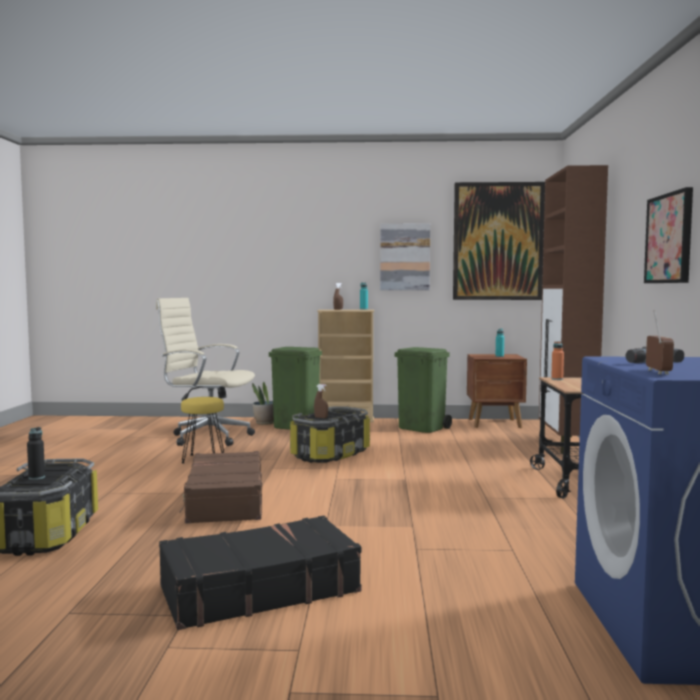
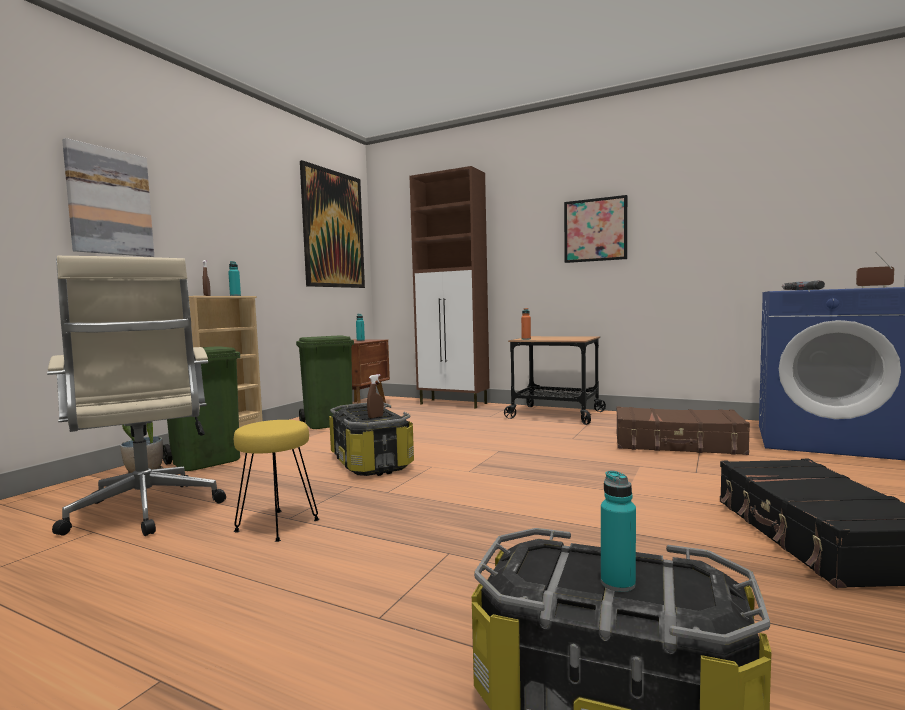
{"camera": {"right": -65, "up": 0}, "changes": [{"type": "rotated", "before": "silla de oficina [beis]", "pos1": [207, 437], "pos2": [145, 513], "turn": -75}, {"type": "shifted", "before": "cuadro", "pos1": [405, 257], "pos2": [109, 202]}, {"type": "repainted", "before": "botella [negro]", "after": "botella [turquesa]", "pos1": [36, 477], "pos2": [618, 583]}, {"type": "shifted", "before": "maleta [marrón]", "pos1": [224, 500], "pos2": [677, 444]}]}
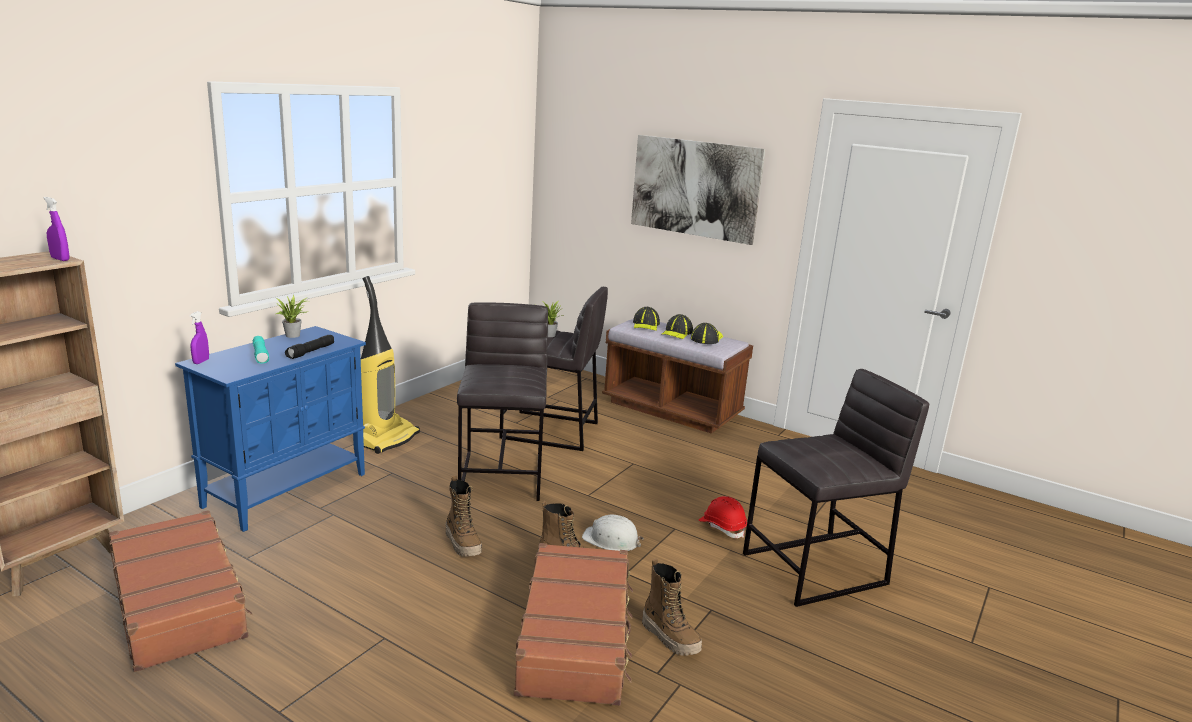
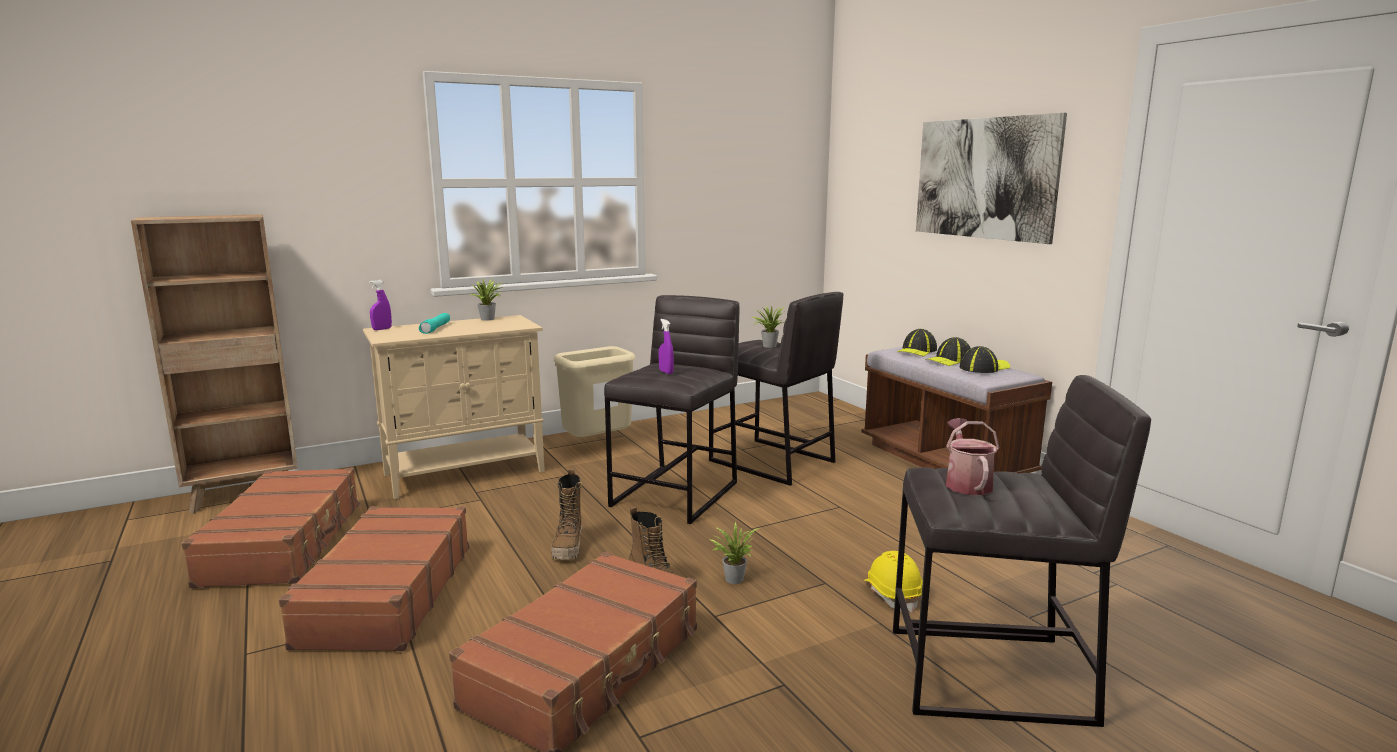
{"camera": {"right": 30, "up": -5}, "changes": [{"type": "new", "after": "maleta [marrón]", "pos2": [386, 595]}, {"type": "repainted", "before": "armario [azul]", "after": "armario [beis]", "pos1": [287, 489], "pos2": [466, 473]}, {"type": "swapped", "before": "aspiradora", "after": "papelera [beis]", "pos1": [387, 438], "pos2": [597, 446]}, {"type": "shifted", "before": "pulverizador [morado]", "pos1": [60, 259], "pos2": [666, 372]}, {"type": "swapped", "before": "casco [blanco]", "after": "planta en maceta", "pos1": [611, 540], "pos2": [732, 578]}, {"type": "repainted", "before": "casco [rojo]", "after": "casco [amarillo]", "pos1": [722, 527], "pos2": [892, 594]}, {"type": "new", "after": "regadera", "pos2": [966, 483]}, {"type": "gone", "before": "linterna [negro]", "pos1": [311, 352]}, {"type": "gone", "before": "bota", "pos1": [670, 637]}]}
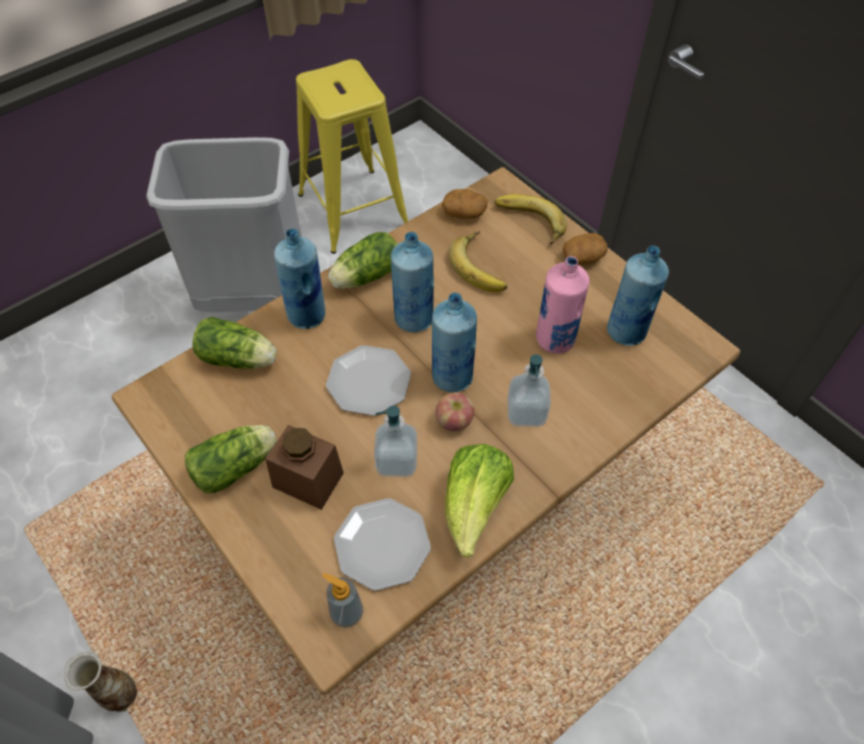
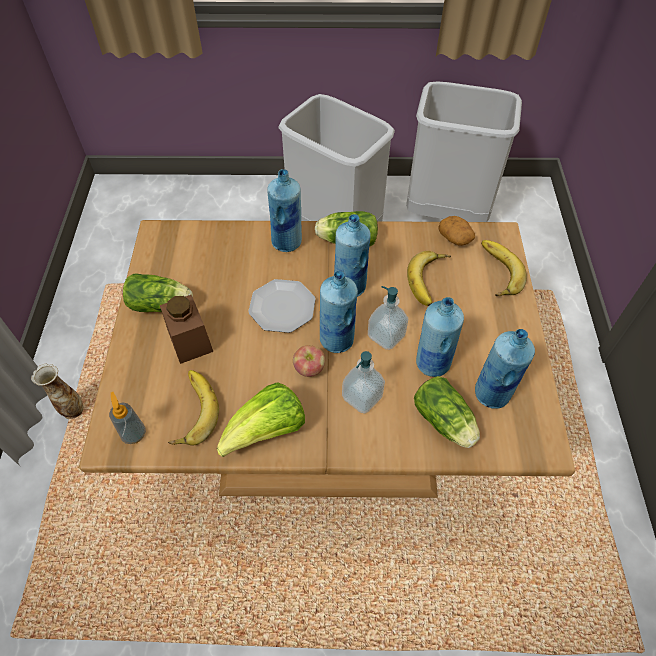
{"camera": {"right": 40, "up": 0}, "changes": [{"type": "swapped", "before": "plato", "after": "plátano", "pos1": [381, 545], "pos2": [190, 410]}, {"type": "shifted", "before": "dispensador de jabón", "pos1": [396, 461], "pos2": [386, 336]}, {"type": "swapped", "before": "taburete [amarillo]", "after": "papelera [gris]", "pos1": [353, 210], "pos2": [447, 213]}, {"type": "shifted", "before": "lechuga", "pos1": [240, 359], "pos2": [445, 423]}, {"type": "repainted", "before": "botella [rosa]", "after": "botella [azul]", "pos1": [554, 340], "pos2": [432, 363]}, {"type": "gone", "before": "patata", "pos1": [583, 258]}]}
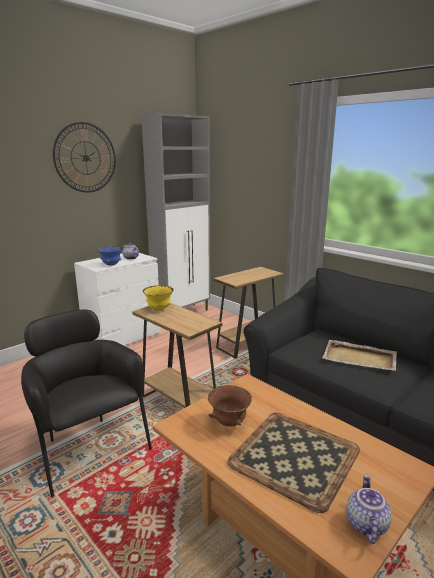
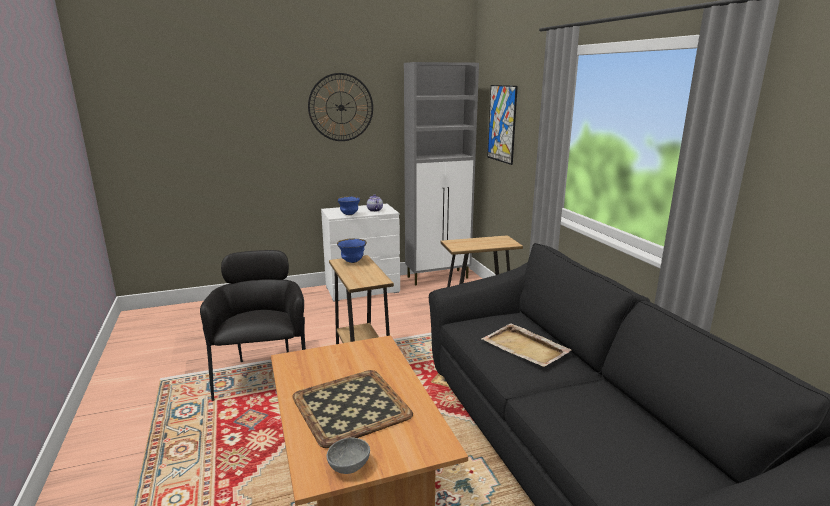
{"camera": {"right": 25, "up": 0}, "changes": [{"type": "swapped", "before": "tetera", "after": "cuenco [gris]", "pos1": [365, 524], "pos2": [348, 466]}, {"type": "repainted", "before": "cuenco [amarillo]", "after": "cuenco [azul]", "pos1": [159, 309], "pos2": [352, 262]}, {"type": "new", "after": "cuadro", "pos2": [502, 124]}, {"type": "gone", "before": "cuenco [marrón]", "pos1": [229, 423]}]}
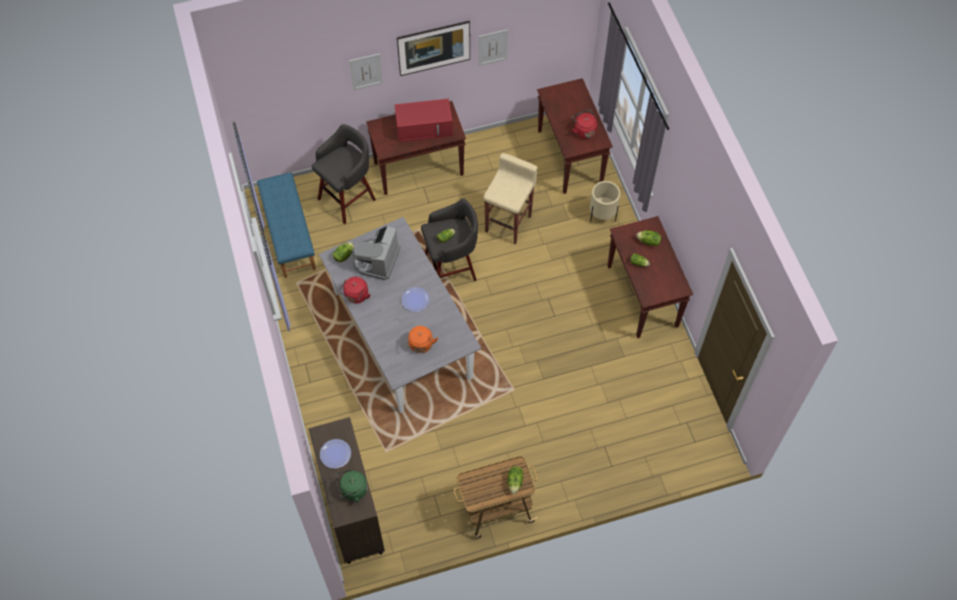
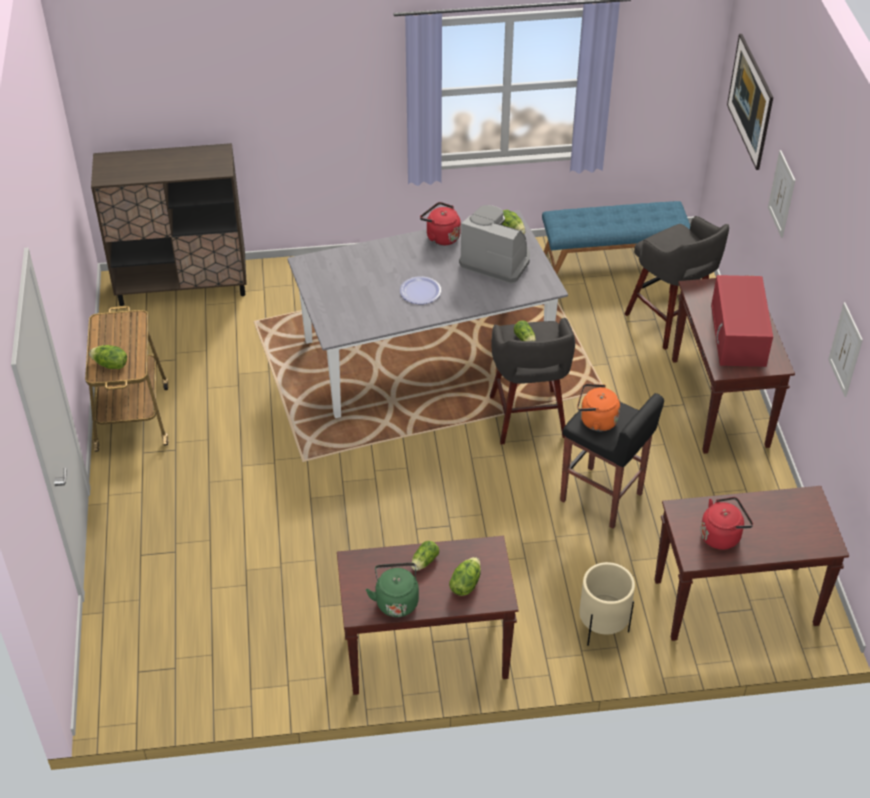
{"camera": {"right": 100, "up": -15}, "changes": [{"type": "shifted", "before": "hervidor [verde]", "pos1": [352, 490], "pos2": [396, 600]}, {"type": "repainted", "before": "taburete [beis]", "after": "taburete [negro]", "pos1": [509, 223], "pos2": [601, 498]}, {"type": "shifted", "before": "hervidor [naranja]", "pos1": [421, 345], "pos2": [596, 420]}, {"type": "shifted", "before": "cuadro", "pos1": [434, 57], "pos2": [747, 119]}, {"type": "gone", "before": "plato", "pos1": [335, 454]}]}
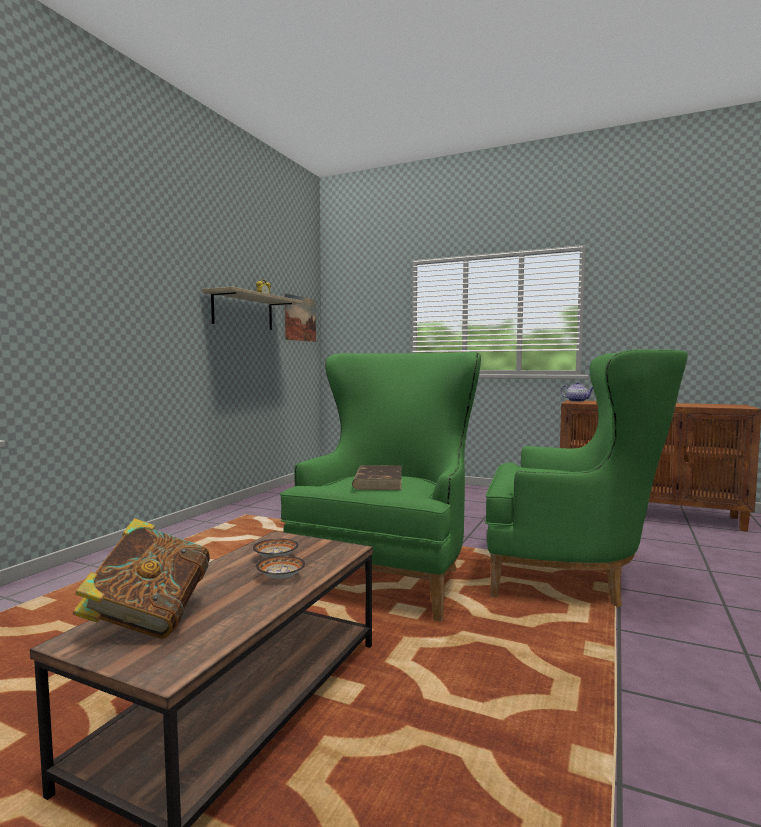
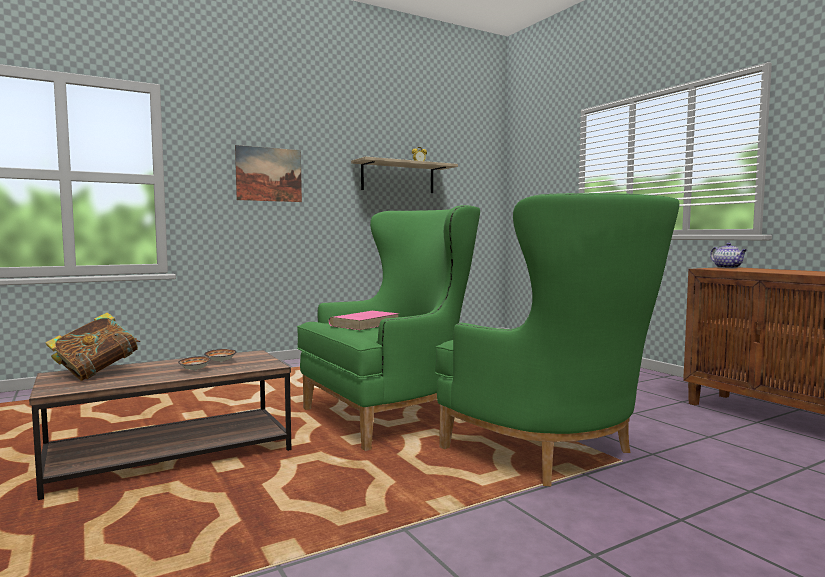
{"camera": {"right": 35, "up": 0}, "changes": [{"type": "shifted", "before": "cuadro", "pos1": [300, 318], "pos2": [269, 174]}, {"type": "repainted", "before": "libro [marrón]", "after": "libro [rosa]", "pos1": [378, 481], "pos2": [365, 324]}]}
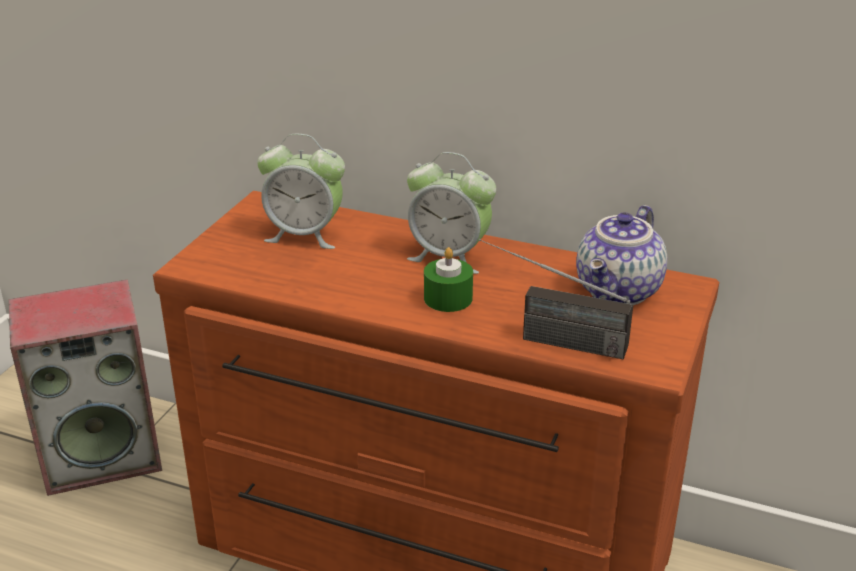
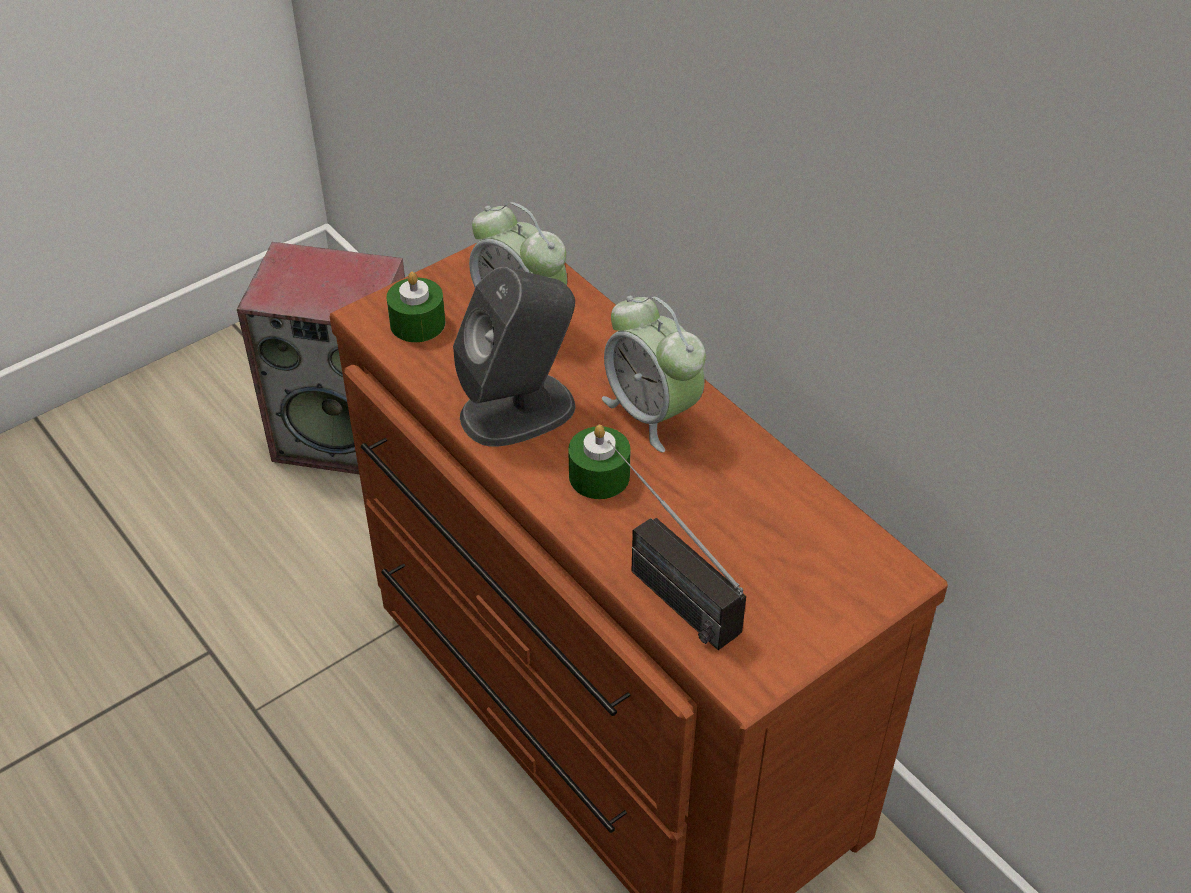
{"camera": {"right": 30, "up": 15}, "changes": [{"type": "new", "after": "vela [verde]", "pos2": [417, 323]}, {"type": "new", "after": "altavoz [gris]", "pos2": [519, 410]}, {"type": "gone", "before": "tetera", "pos1": [620, 292]}]}
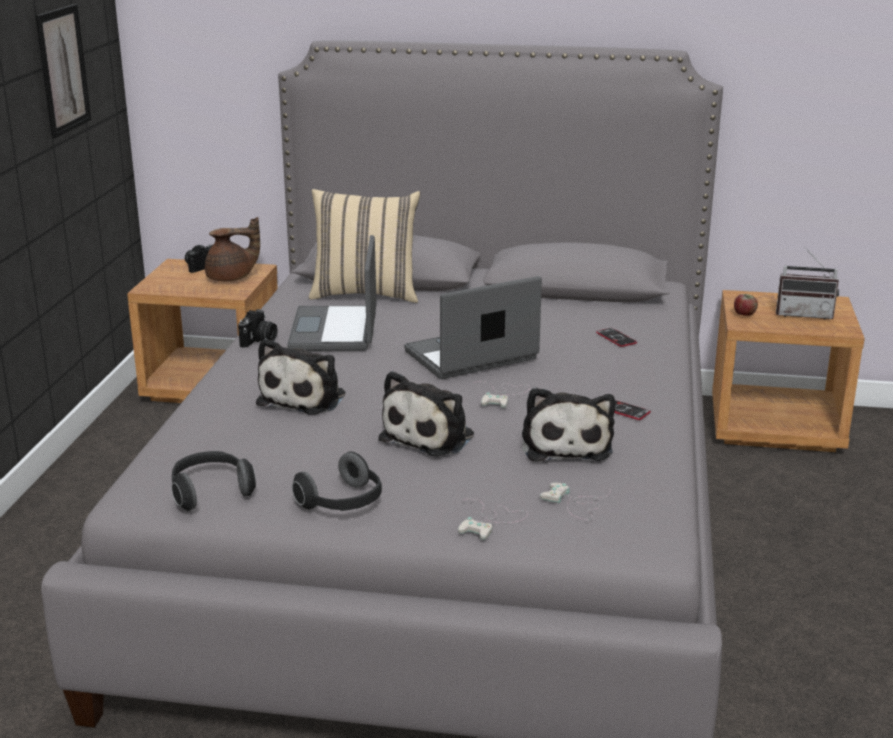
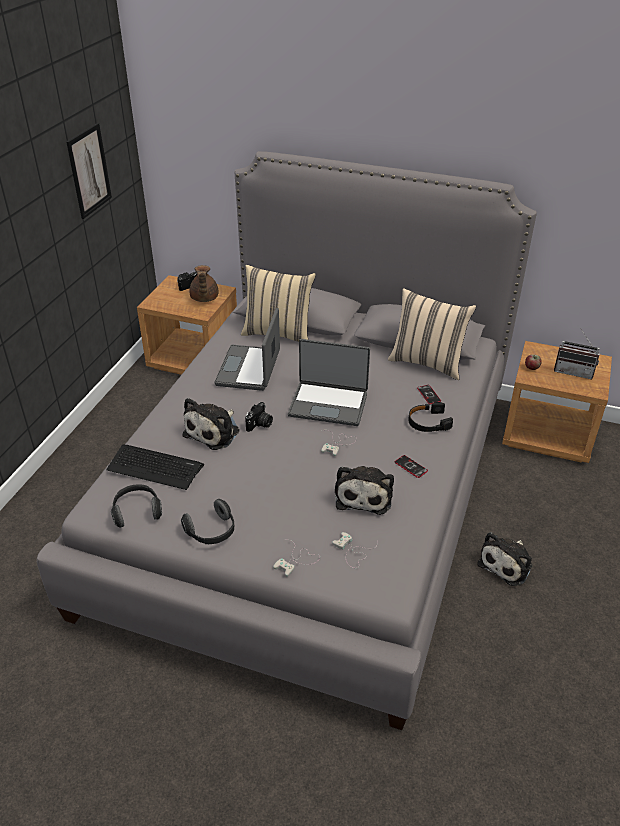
{"camera": {"right": 10, "up": 15}, "changes": [{"type": "new", "after": "teclado", "pos2": [155, 467]}, {"type": "rotated", "before": "tetera [marrón]", "pos1": [231, 278], "pos2": [204, 298], "turn": 90}, {"type": "shifted", "before": "cámara", "pos1": [259, 340], "pos2": [260, 424]}, {"type": "rotated", "before": "portátil", "pos1": [472, 356], "pos2": [328, 404], "turn": -150}, {"type": "new", "after": "cojín [beis]", "pos2": [427, 362]}, {"type": "new", "after": "auriculares [negro]", "pos2": [428, 422]}, {"type": "shifted", "before": "peluche", "pos1": [431, 436], "pos2": [507, 564]}]}
